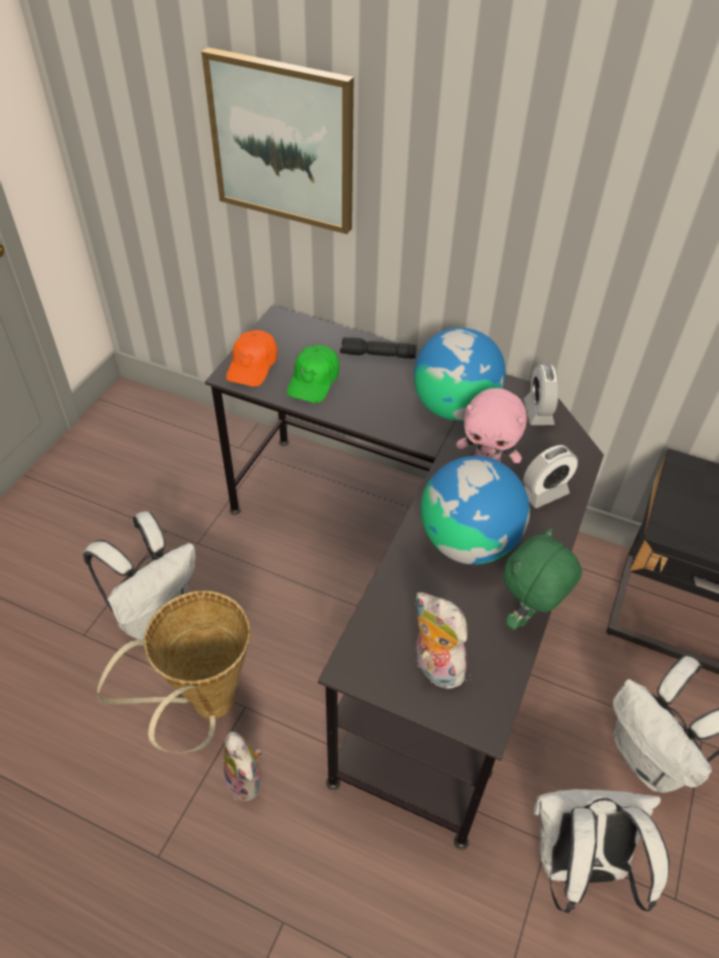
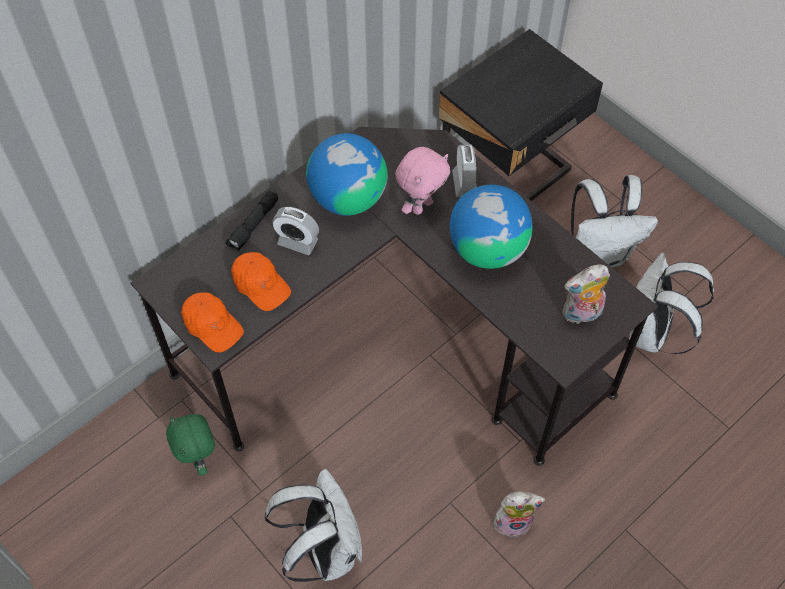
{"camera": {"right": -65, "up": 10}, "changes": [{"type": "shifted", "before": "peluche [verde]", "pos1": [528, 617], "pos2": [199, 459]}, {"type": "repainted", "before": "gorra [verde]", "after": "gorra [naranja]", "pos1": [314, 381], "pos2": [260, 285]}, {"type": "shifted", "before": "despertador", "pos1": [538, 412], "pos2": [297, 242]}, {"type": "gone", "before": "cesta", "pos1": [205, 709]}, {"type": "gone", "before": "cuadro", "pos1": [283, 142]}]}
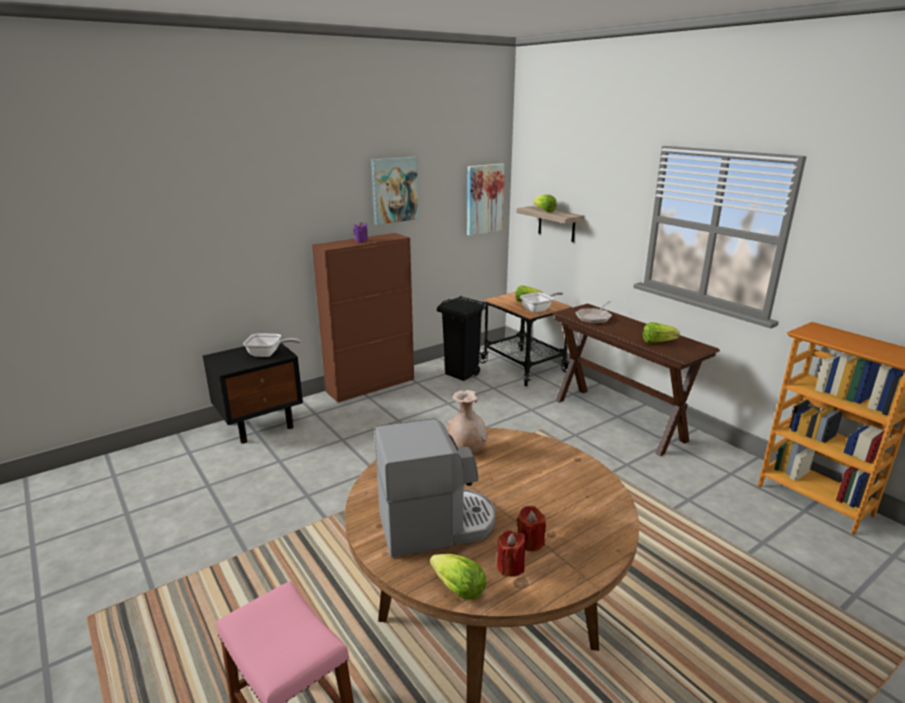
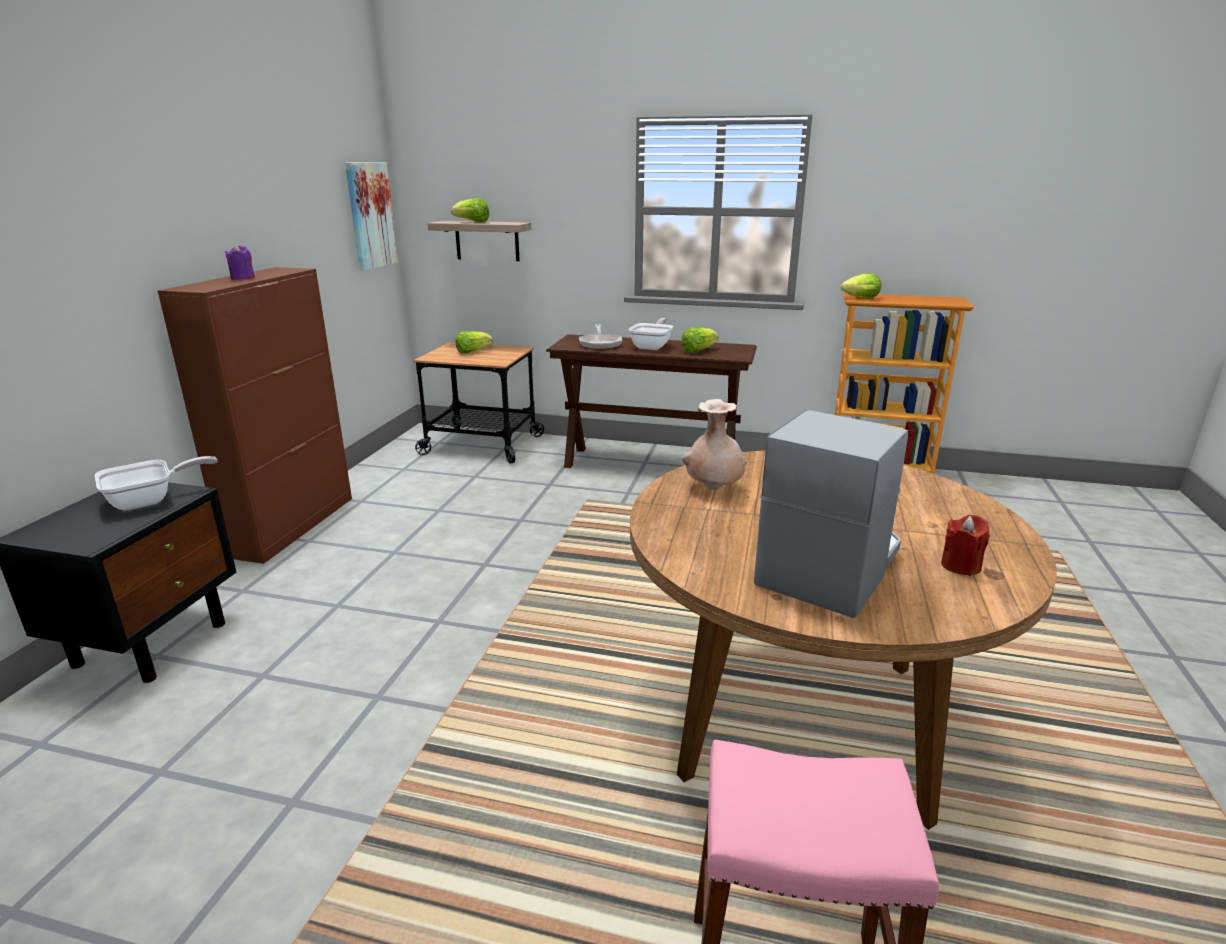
{"camera": {"right": -40, "up": 0}, "changes": [{"type": "shifted", "before": "sartén", "pos1": [539, 309], "pos2": [652, 346]}, {"type": "shifted", "before": "lechuga", "pos1": [455, 587], "pos2": [858, 298]}, {"type": "gone", "before": "cuadro", "pos1": [394, 190]}, {"type": "gone", "before": "papelera [negro]", "pos1": [462, 374]}, {"type": "gone", "before": "vela [rojo]", "pos1": [530, 542]}]}
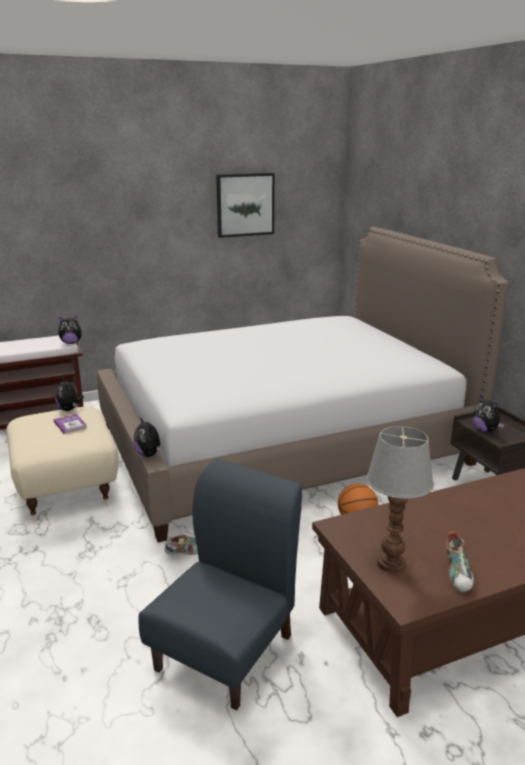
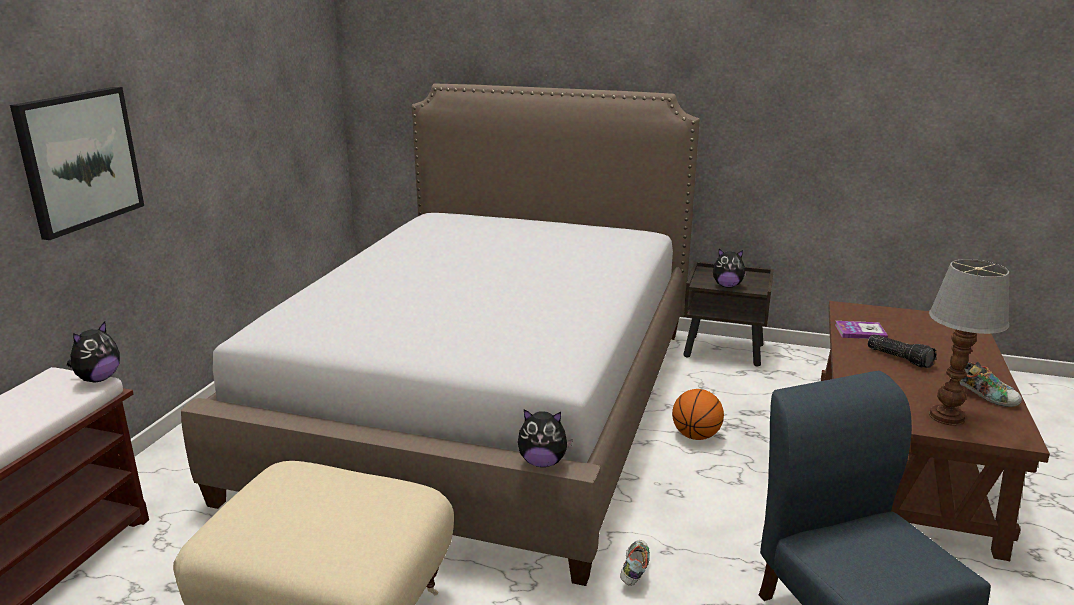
{"camera": {"right": -50, "up": 0}, "changes": [{"type": "shifted", "before": "cuadro", "pos1": [245, 205], "pos2": [79, 160]}, {"type": "shifted", "before": "libro", "pos1": [70, 424], "pos2": [860, 331]}, {"type": "new", "after": "linterna", "pos2": [900, 358]}, {"type": "gone", "before": "peluche", "pos1": [69, 409]}]}
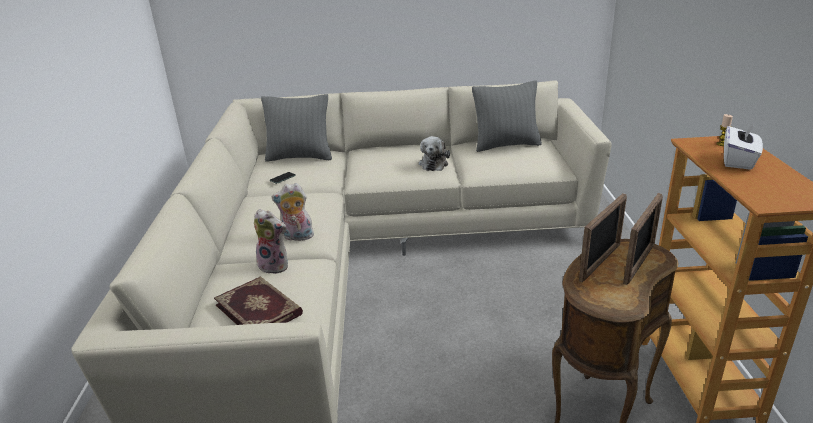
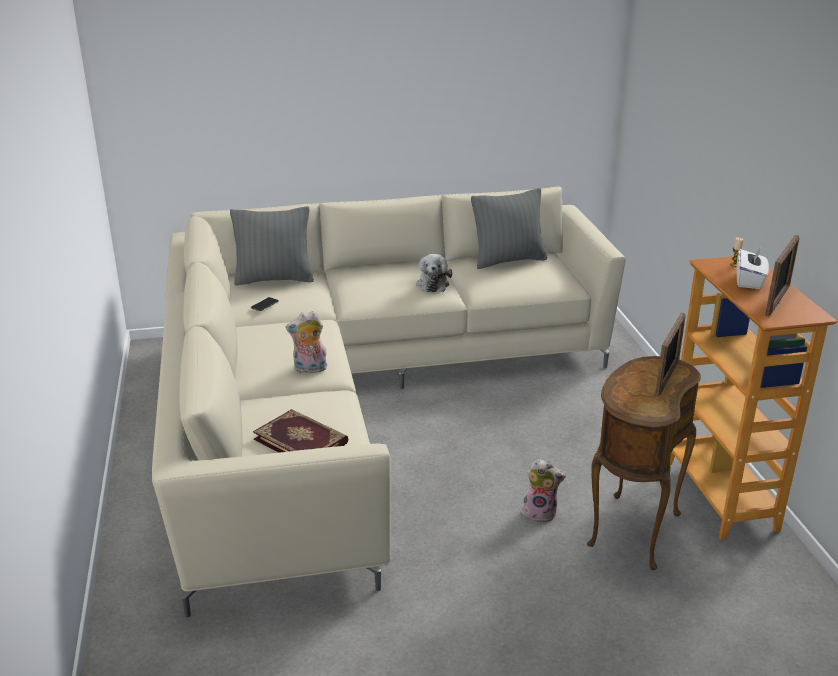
{"camera": {"right": -10, "up": 0}, "changes": [{"type": "shifted", "before": "peluche", "pos1": [275, 266], "pos2": [540, 513]}, {"type": "shifted", "before": "portarretratos", "pos1": [600, 262], "pos2": [777, 300]}]}
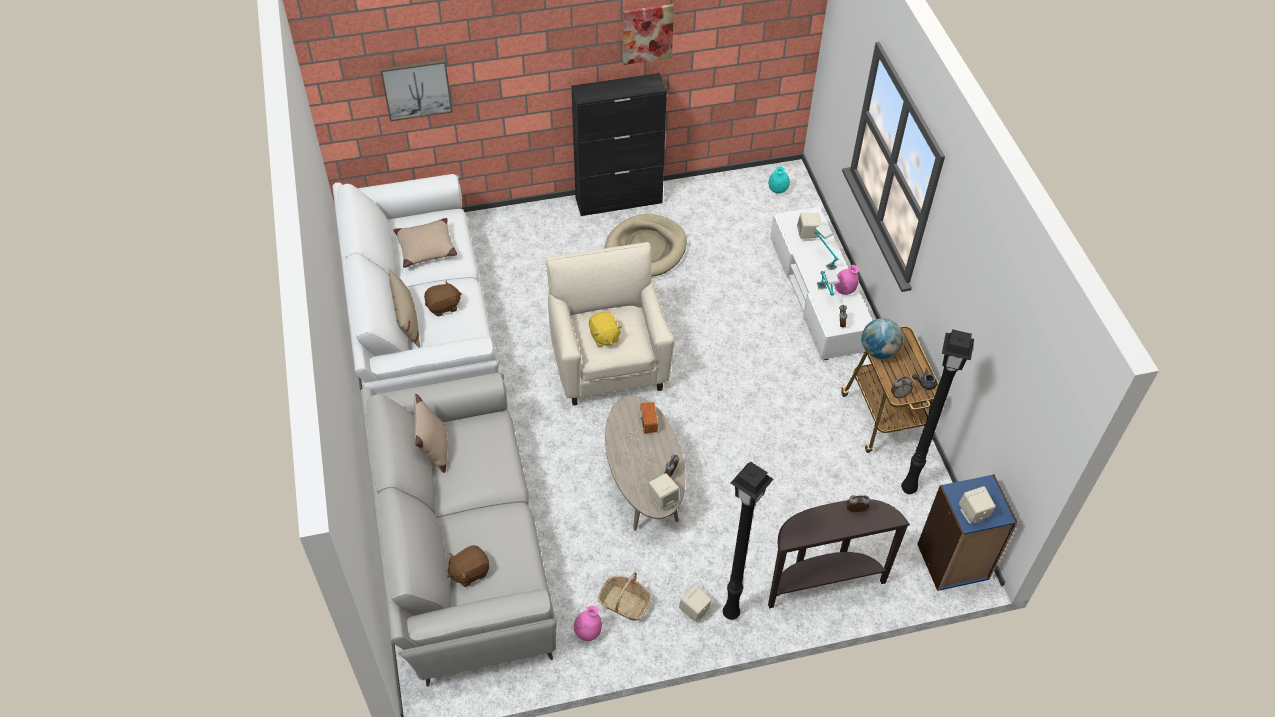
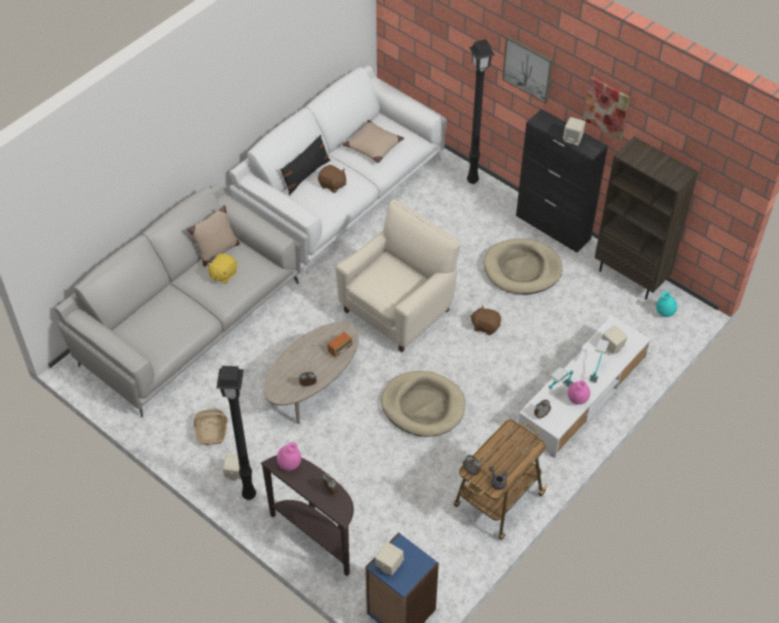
{"camera": {"right": 55, "up": 0}, "changes": [{"type": "shifted", "before": "peluche [amarillo]", "pos1": [604, 337], "pos2": [223, 274]}, {"type": "shifted", "before": "florero [rosa]", "pos1": [588, 632], "pos2": [289, 464]}, {"type": "repainted", "before": "cojín [beis]", "after": "cojín [negro]", "pos1": [406, 320], "pos2": [306, 175]}, {"type": "new", "after": "cama para perro [beis]", "pos2": [423, 406]}, {"type": "shifted", "before": "lámpara de pie [negro]", "pos1": [907, 489], "pos2": [471, 180]}, {"type": "shifted", "before": "peluche [marrón]", "pos1": [469, 572], "pos2": [485, 326]}, {"type": "shifted", "before": "cuadro", "pos1": [416, 89], "pos2": [528, 68]}, {"type": "shifted", "before": "altavoz [beis]", "pos1": [663, 499], "pos2": [573, 139]}, {"type": "new", "after": "estantería [marrón]", "pos2": [631, 276]}, {"type": "gone", "before": "globo terráqueo", "pos1": [878, 351]}]}
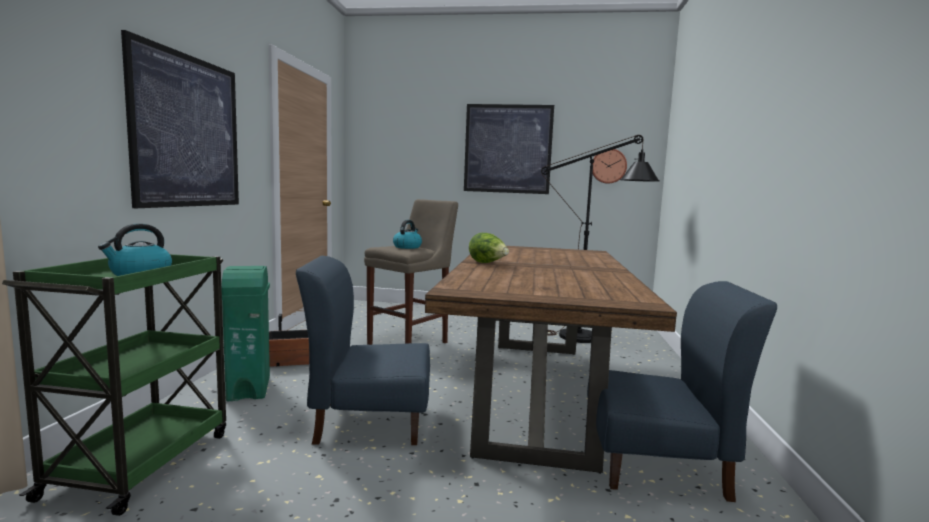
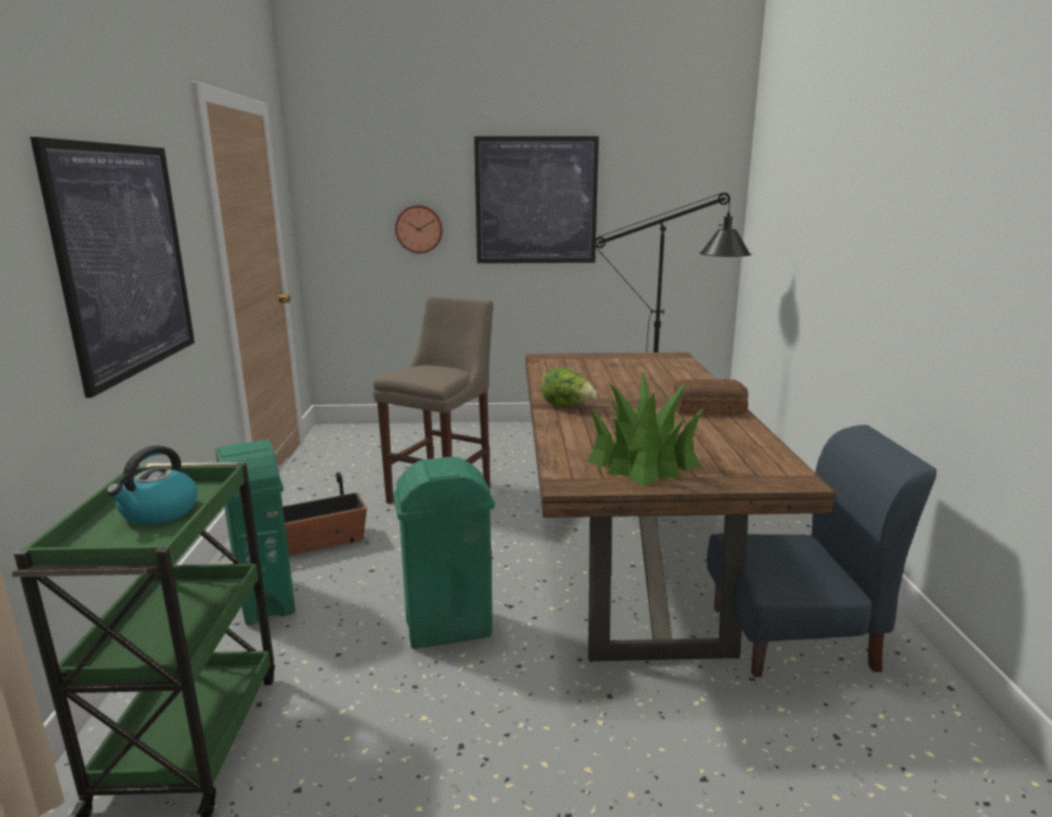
{"camera": {"right": -10, "up": 10}, "changes": [{"type": "swapped", "before": "silla [azul]", "after": "papelera [verde]", "pos1": [369, 422], "pos2": [447, 629]}, {"type": "shifted", "before": "reloj de pared", "pos1": [608, 166], "pos2": [419, 229]}, {"type": "new", "after": "planta en maceta", "pos2": [643, 462]}, {"type": "new", "after": "pan", "pos2": [707, 409]}, {"type": "gone", "before": "hervidor", "pos1": [407, 247]}]}
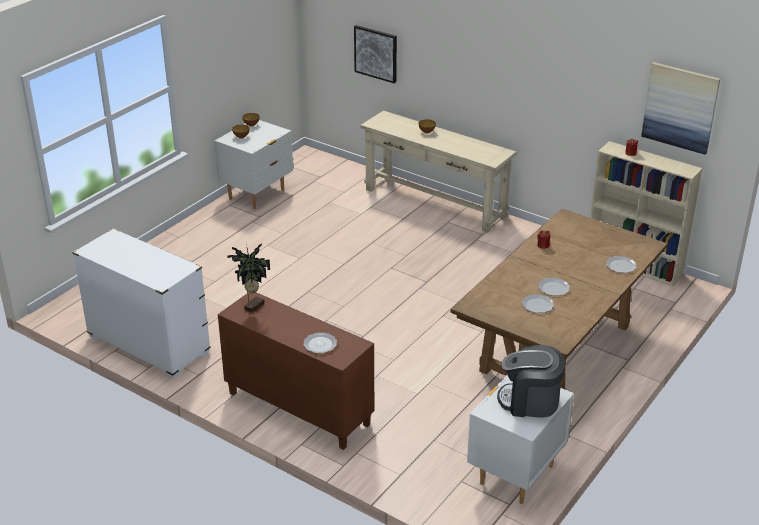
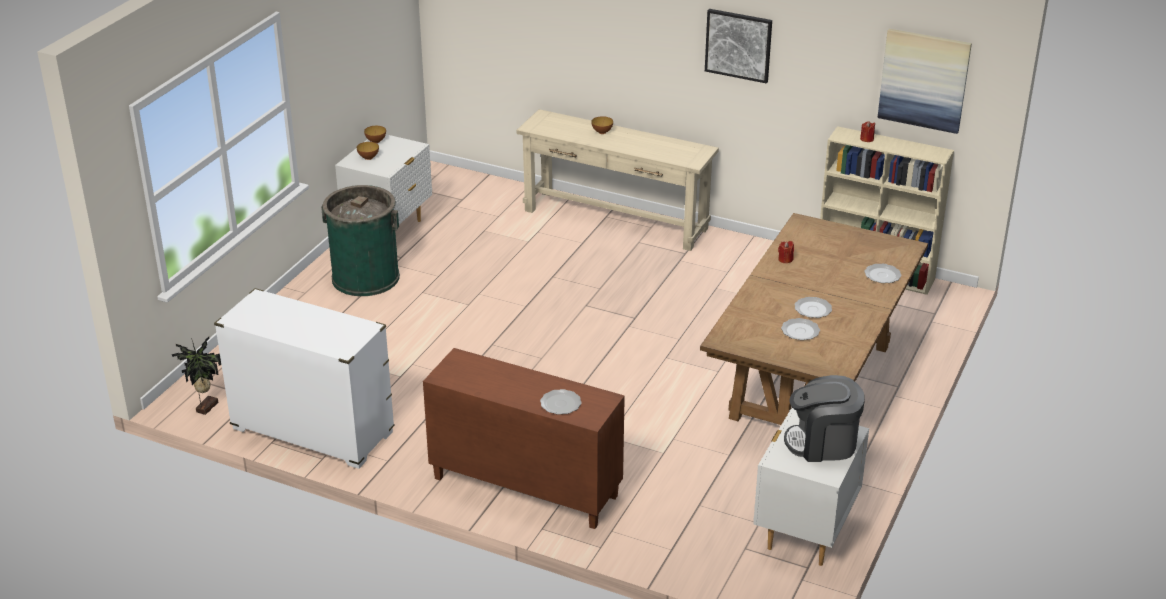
{"camera": {"right": -10, "up": 0}, "changes": [{"type": "shifted", "before": "planta en maceta", "pos1": [253, 306], "pos2": [205, 407]}, {"type": "new", "after": "papelera [verde]", "pos2": [365, 277]}, {"type": "shifted", "before": "cuadro", "pos1": [376, 53], "pos2": [738, 45]}]}
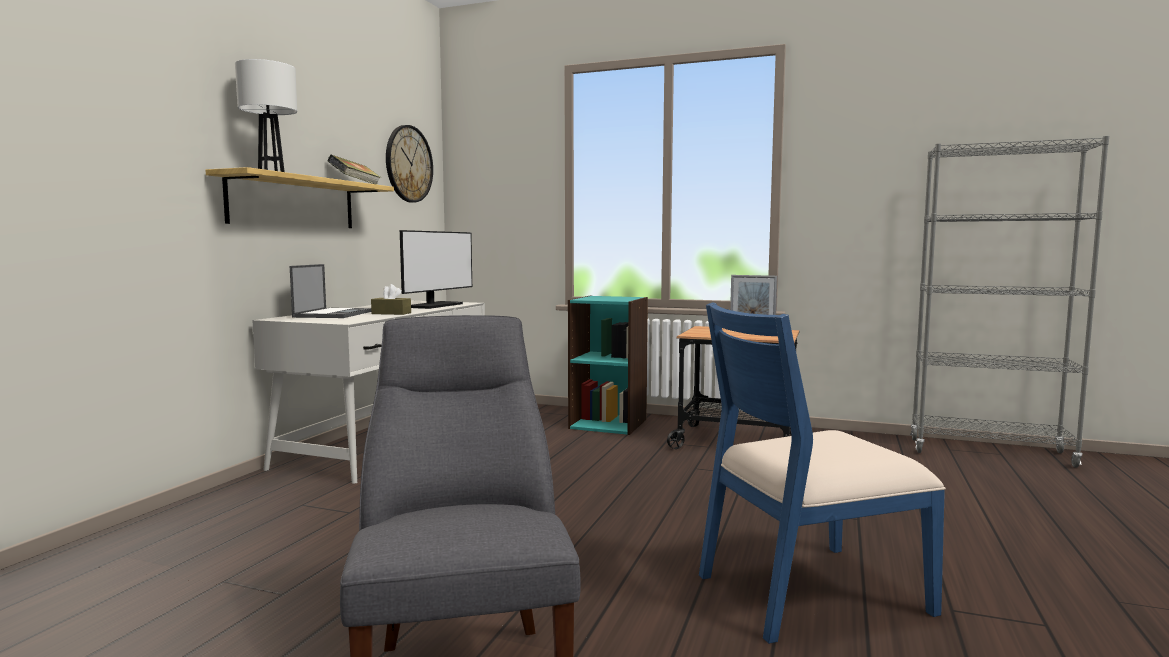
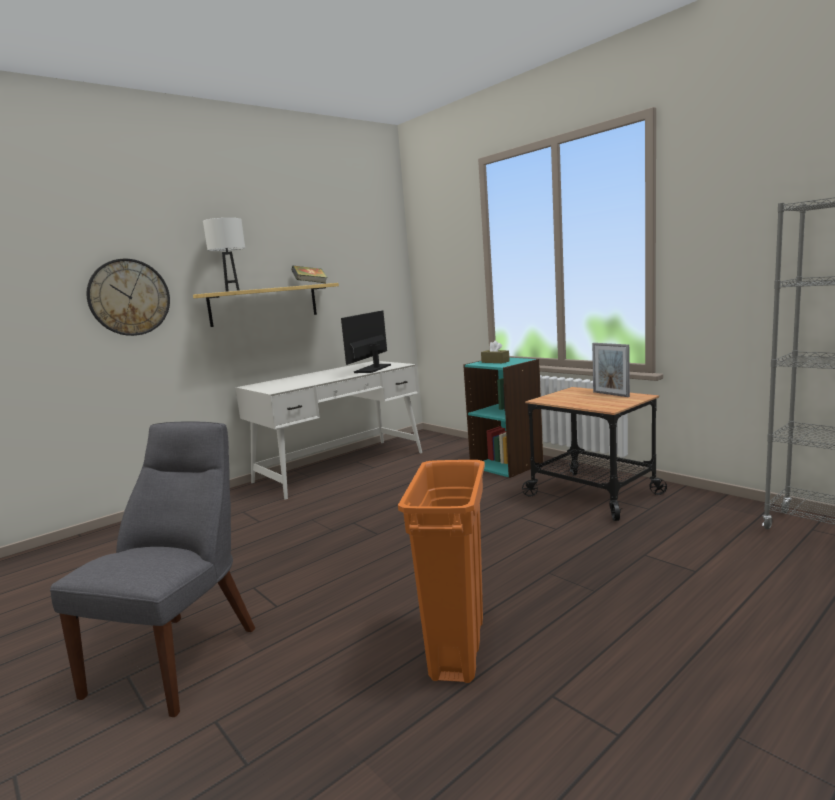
{"camera": {"right": 30, "up": 5}, "changes": [{"type": "shifted", "before": "reloj de pared", "pos1": [408, 164], "pos2": [129, 297]}, {"type": "rotated", "before": "monitor", "pos1": [435, 305], "pos2": [373, 369], "turn": 150}, {"type": "swapped", "before": "silla [azul]", "after": "papelera [naranja]", "pos1": [808, 592], "pos2": [457, 647]}, {"type": "shifted", "before": "caja de pañuelos [marrón]", "pos1": [391, 313], "pos2": [495, 362]}, {"type": "gone", "before": "portátil", "pos1": [333, 314]}]}
